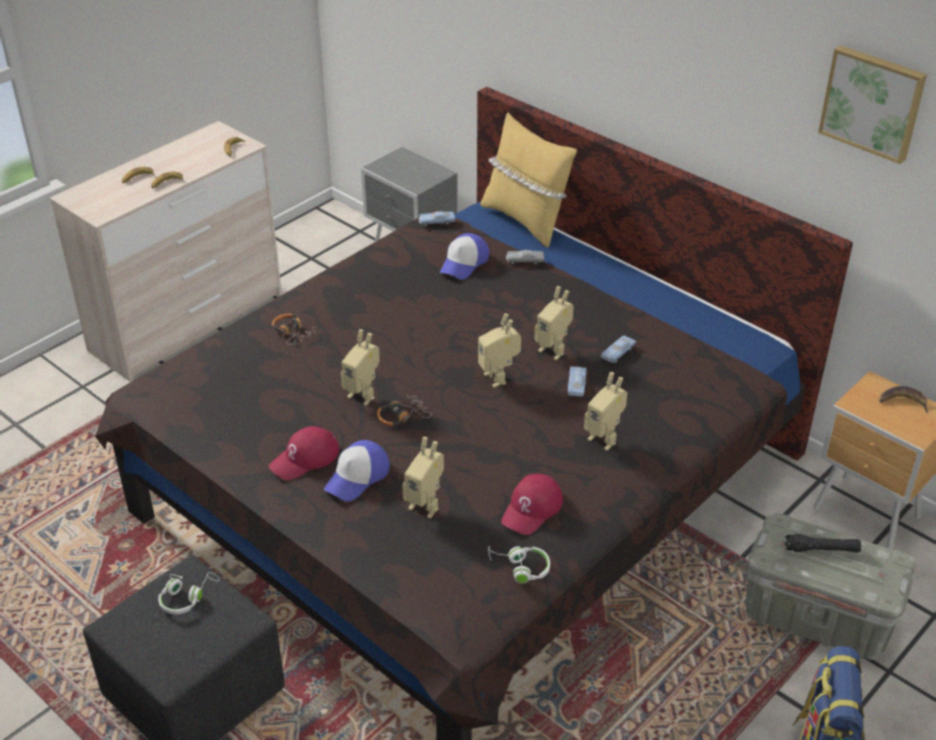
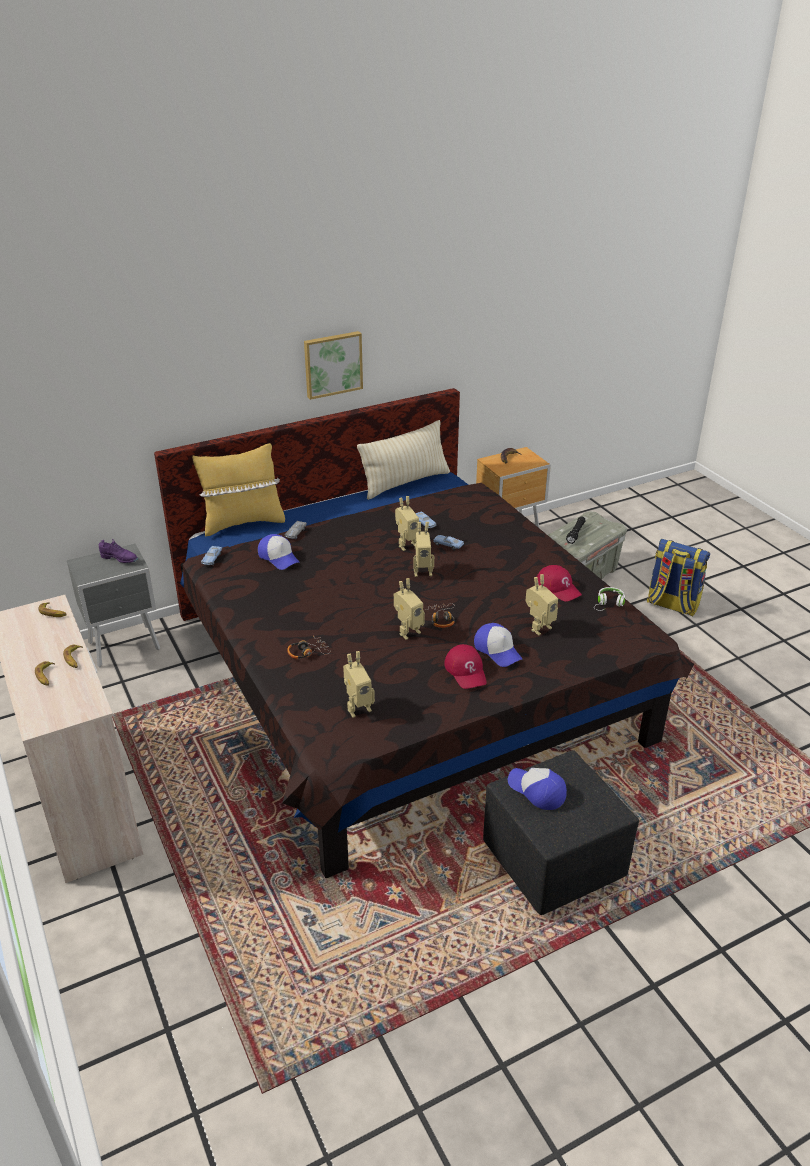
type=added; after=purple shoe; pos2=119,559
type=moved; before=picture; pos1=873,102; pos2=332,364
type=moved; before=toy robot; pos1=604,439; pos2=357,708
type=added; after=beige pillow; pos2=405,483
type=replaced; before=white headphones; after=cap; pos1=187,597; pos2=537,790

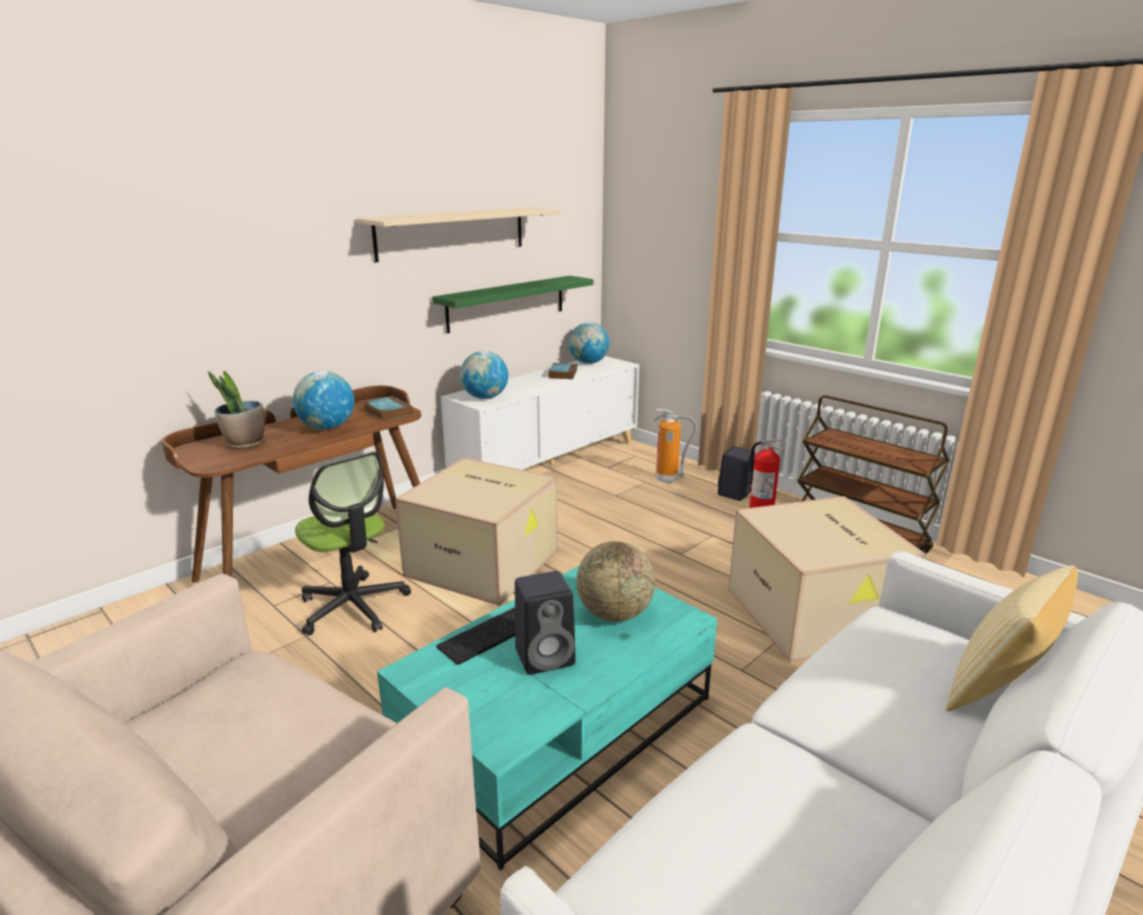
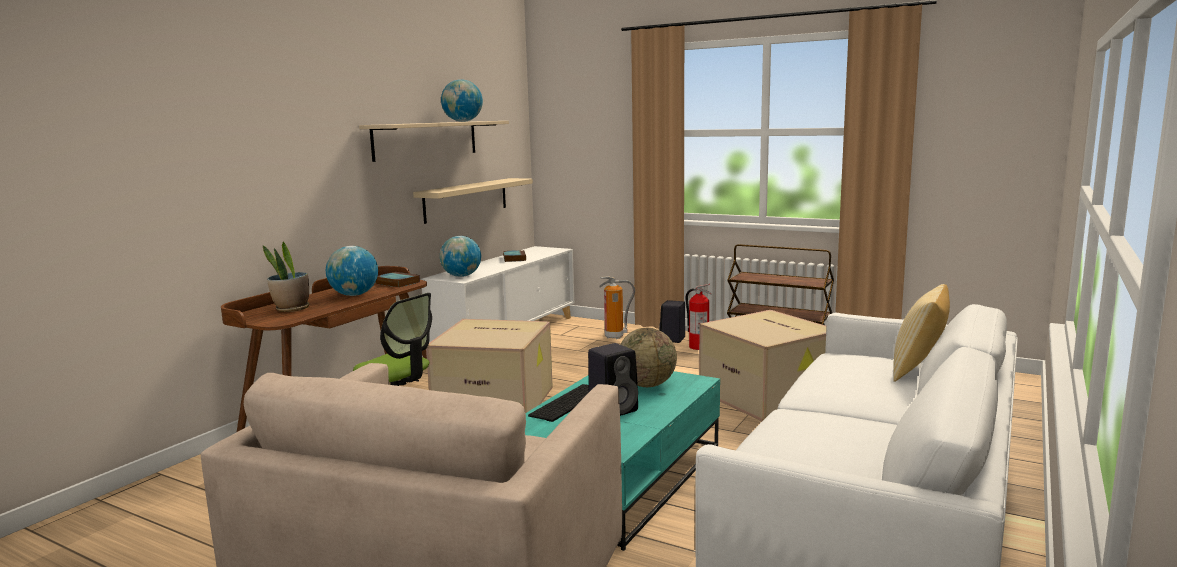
type=recoloured; before=green shelf; after=beige shelf; pos1=507,303; pos2=466,199
type=moved; before=globe; pos1=588,363; pos2=463,121

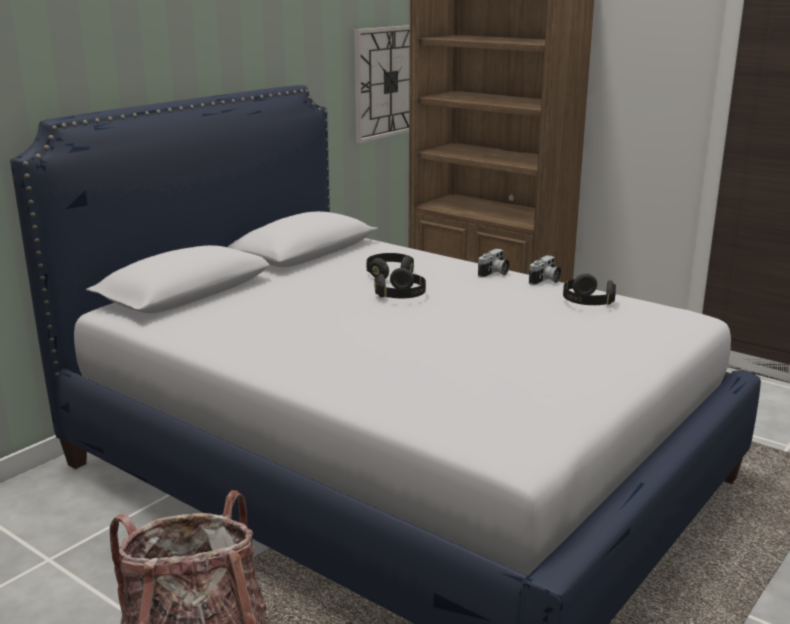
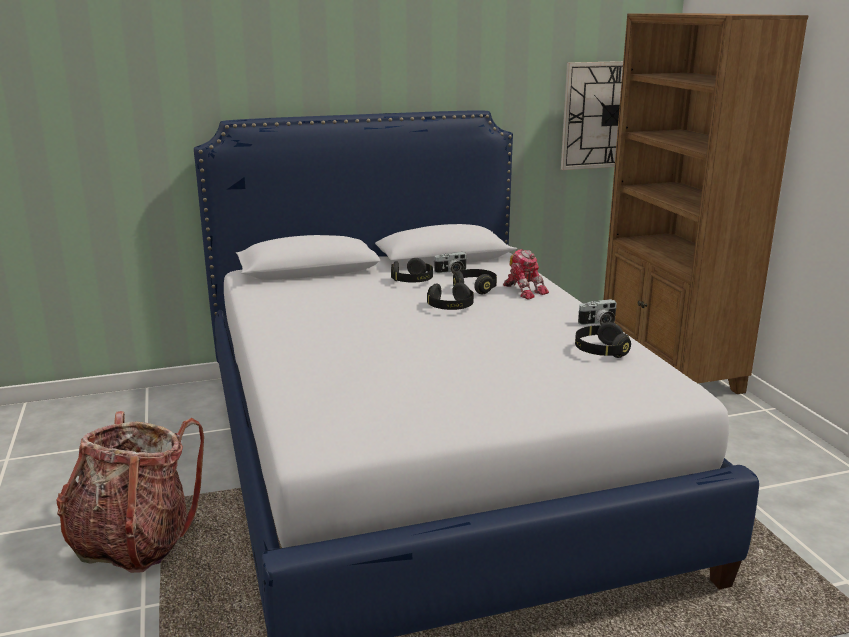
type=added; after=black headphones; pos2=412,281
type=moved; before=photo camera; pos1=494,273; pos2=451,272
type=added; after=toy robot; pos2=524,290

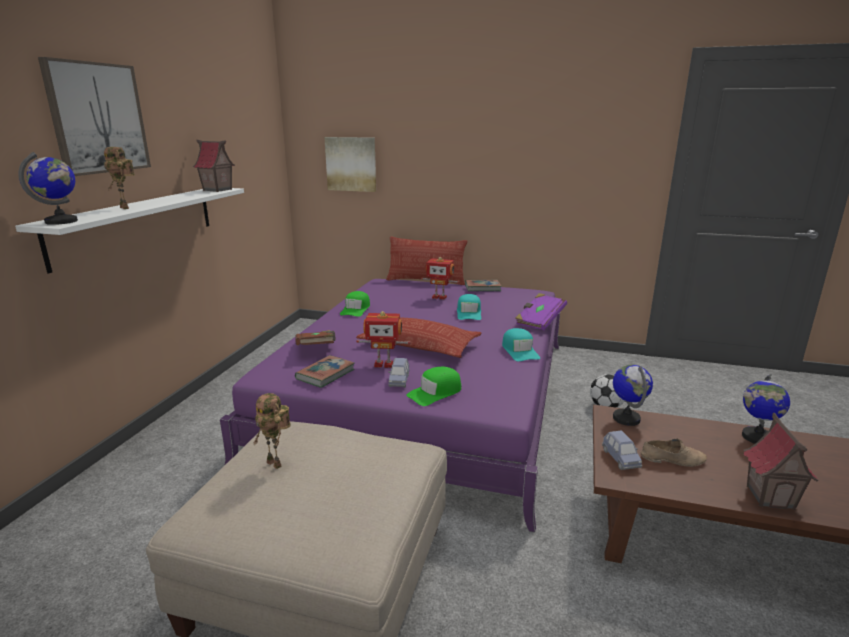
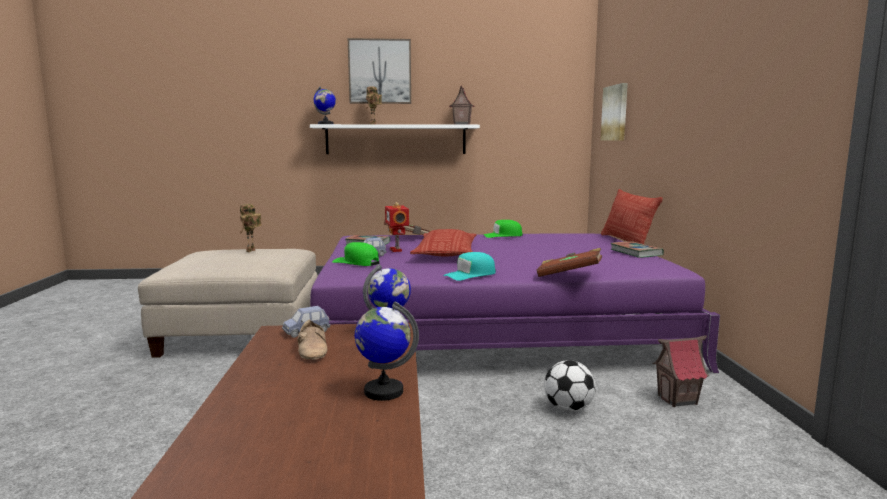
type=recoloured; before=purple book; after=brown book; pos1=539,321; pos2=569,275
type=moved; before=toy house; pos1=770,497; pos2=677,400
type=removed; before=toy robot; pos1=439,297
type=removed; before=turquoise cap; pos1=469,313

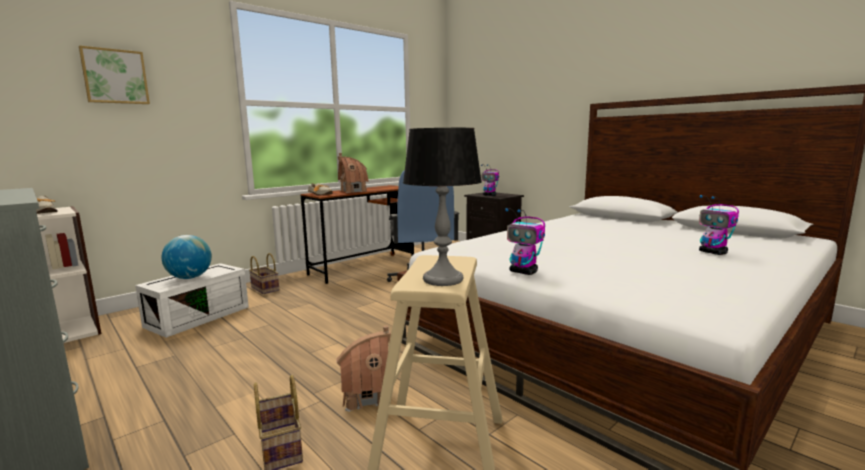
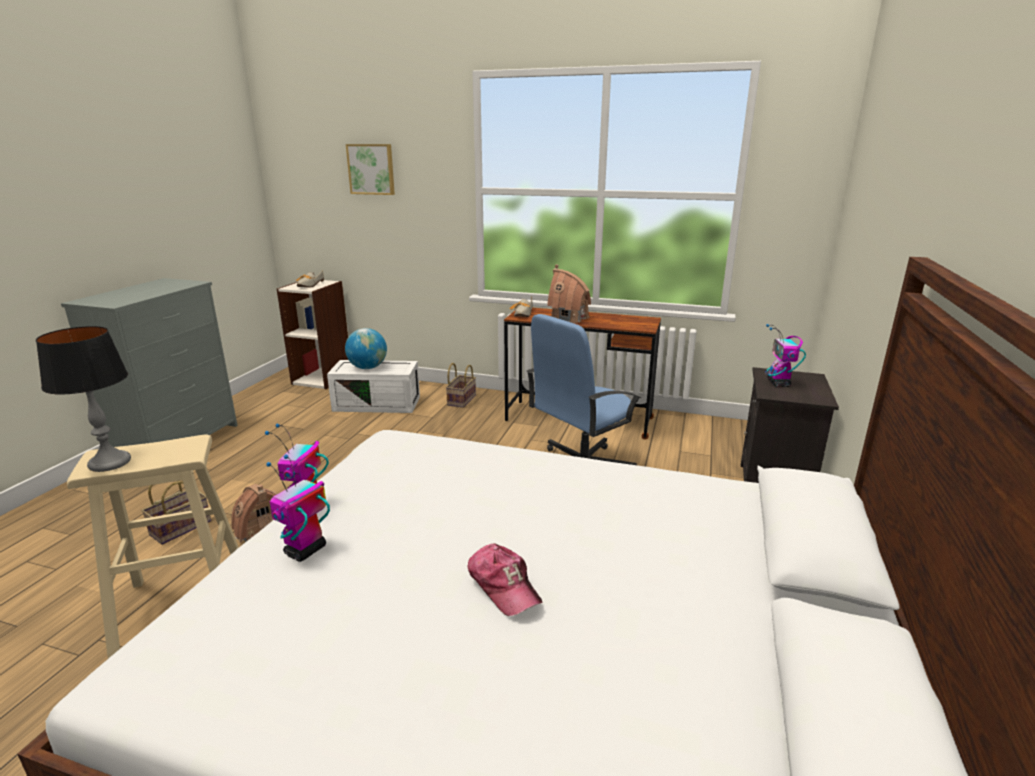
type=moved; before=toy robot; pos1=713,253; pos2=305,551
type=added; after=cap; pos2=503,585

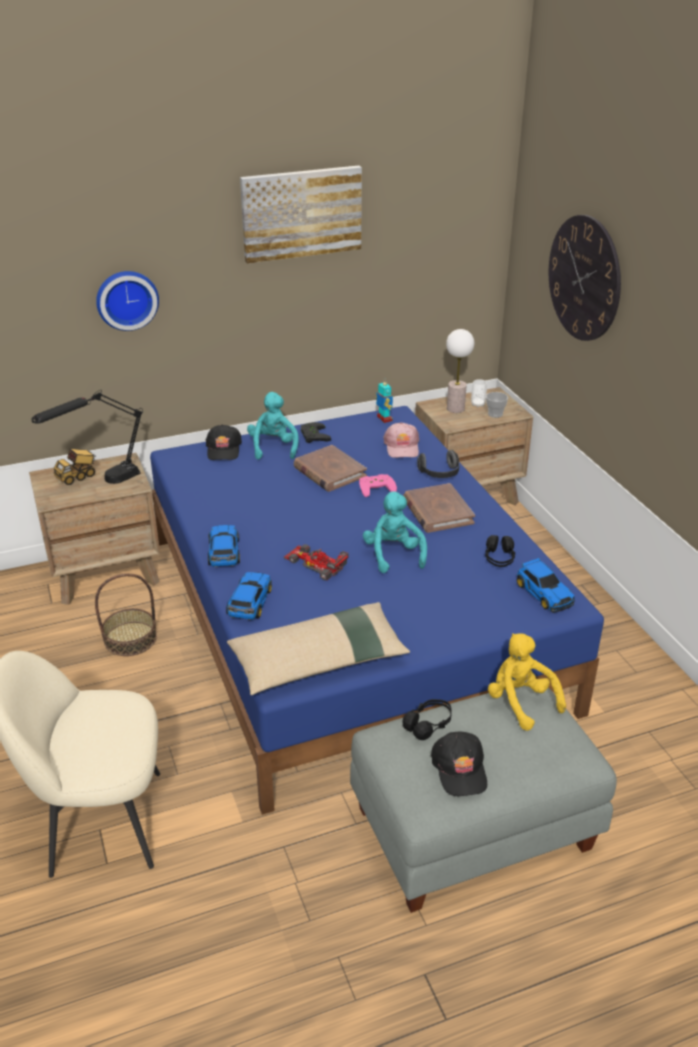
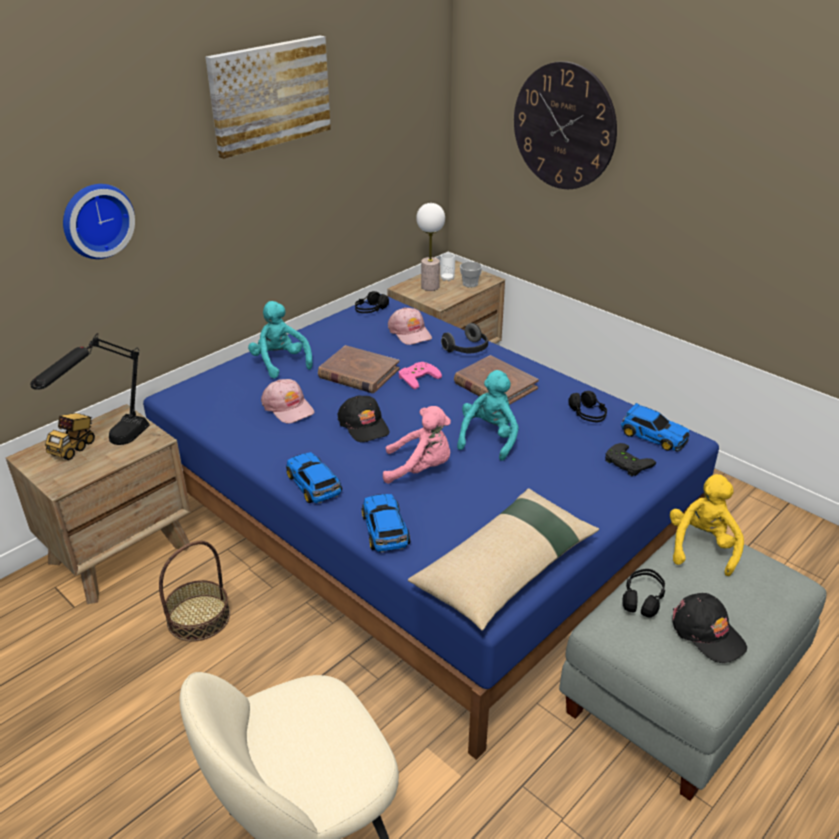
type=added; after=pink cap; pos2=288,407
type=moved; before=black cap; pos1=223,449; pos2=364,425
type=replaced; before=toy robot; after=black headphones; pos1=384,419; pos2=370,310
type=replaced; before=toy car; after=pink plush toy; pos1=316,563; pos2=420,469
type=turned; before=turquoise plush toy; pos1=393,554; pos2=489,438; turn=60
type=moved; before=black game controller; pos1=312,435; pos2=626,463
type=turned; before=yellow plush toy; pos1=520,702; pos2=701,547; turn=75

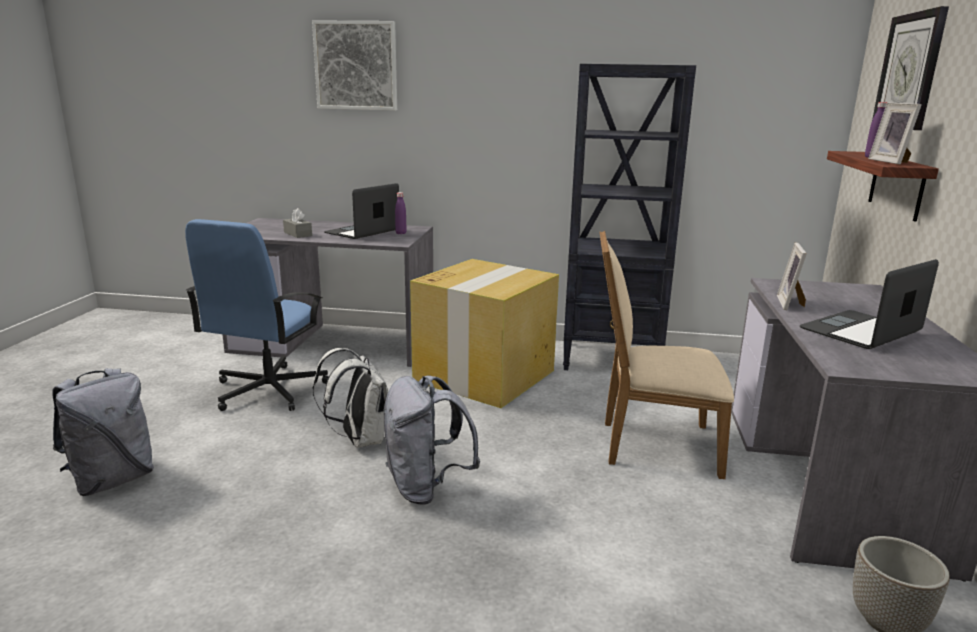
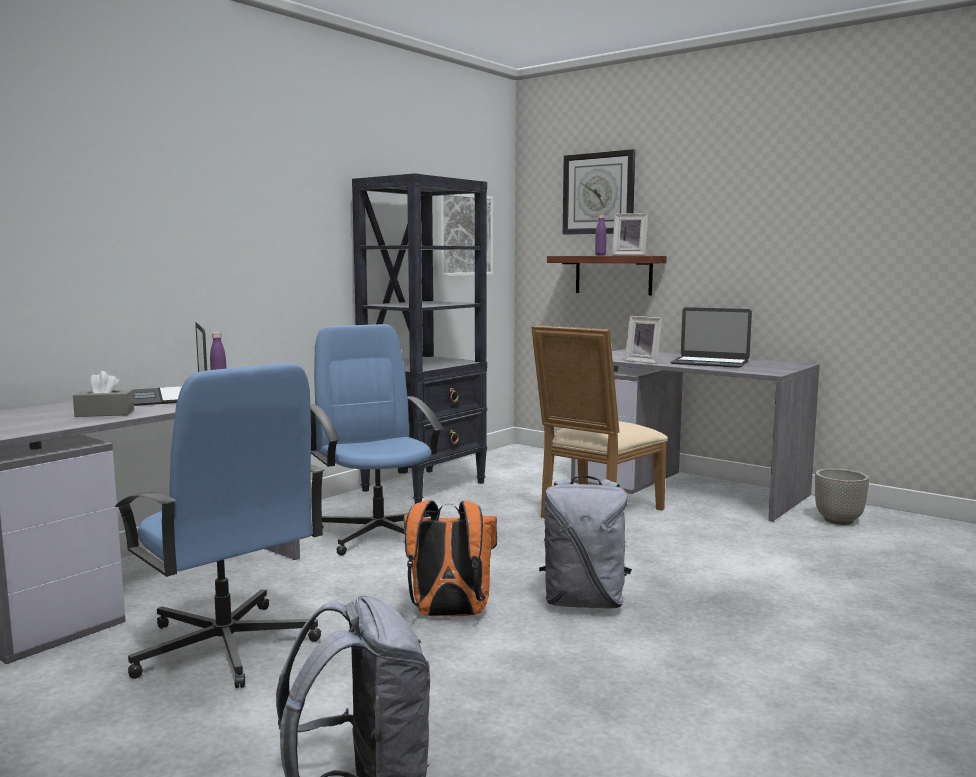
type=replaced; before=cardboard box; after=blue office chair; pos1=485,375; pos2=379,533
type=recoloured; before=white backpack; after=orange backpack; pos1=359,439; pos2=448,614
type=moved; before=picture; pos1=356,66; pos2=463,235
type=turned; before=laptop; pos1=860,330; pos2=710,363; turn=-60

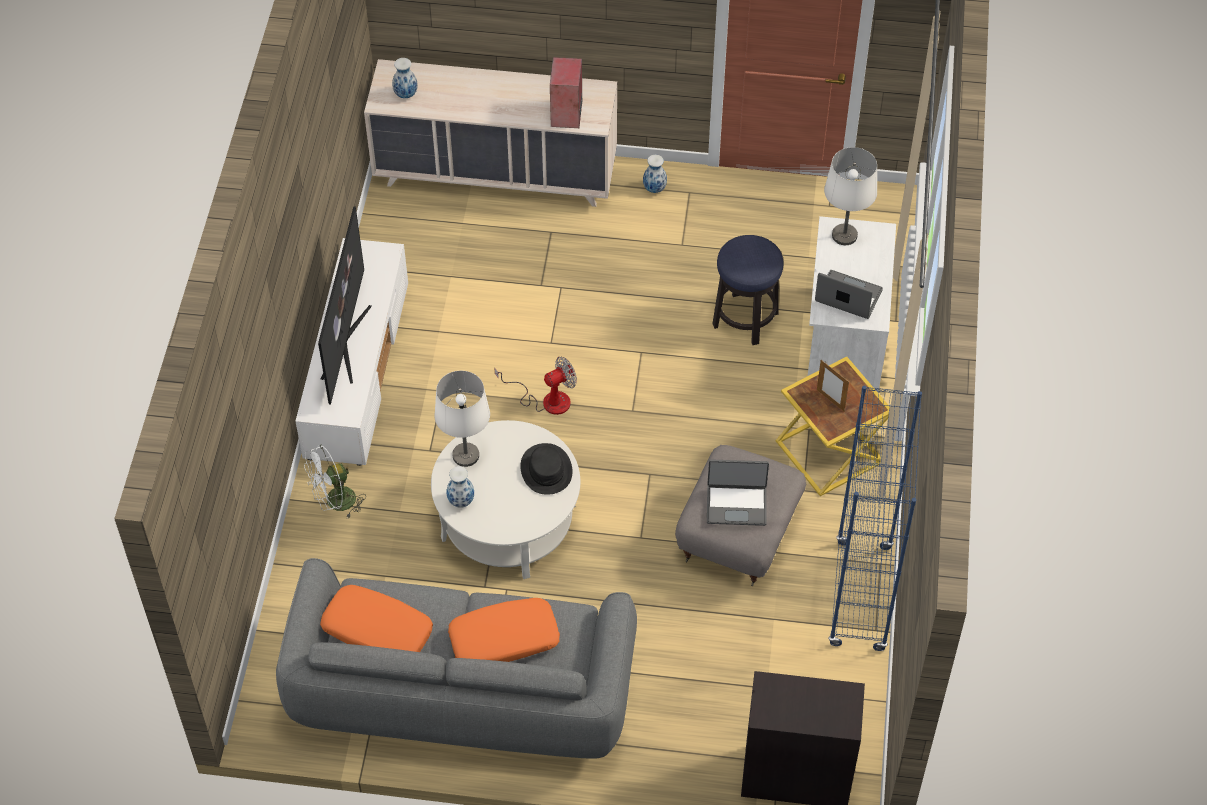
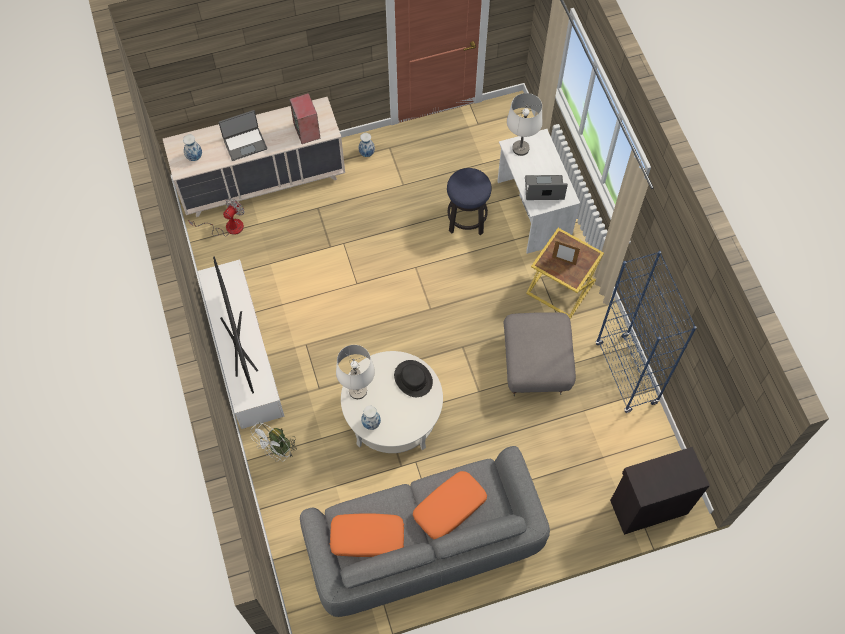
type=moved; before=fan; pos1=546,400; pos2=227,227
type=moved; before=laptop; pos1=736,504; pos2=245,143

